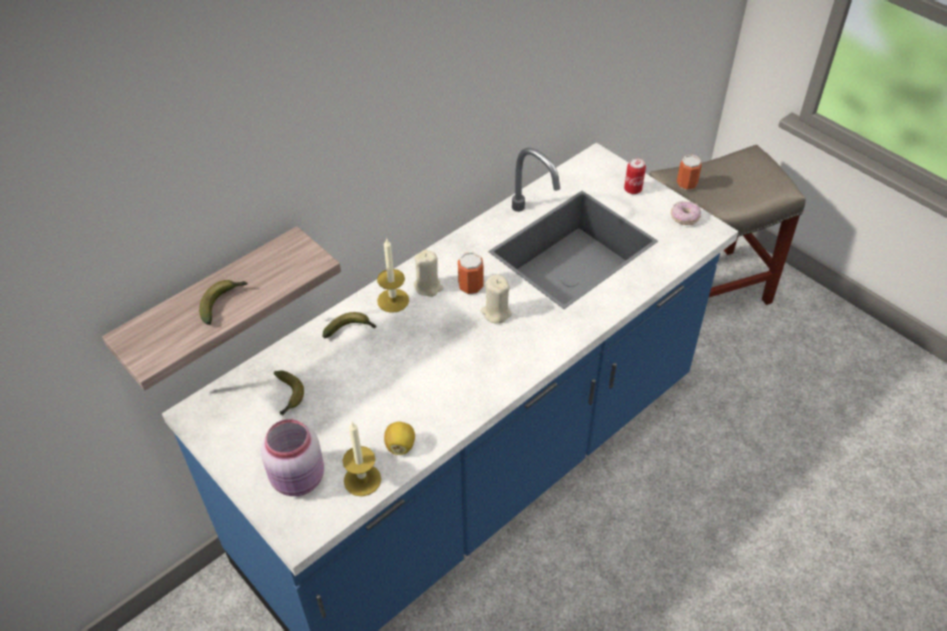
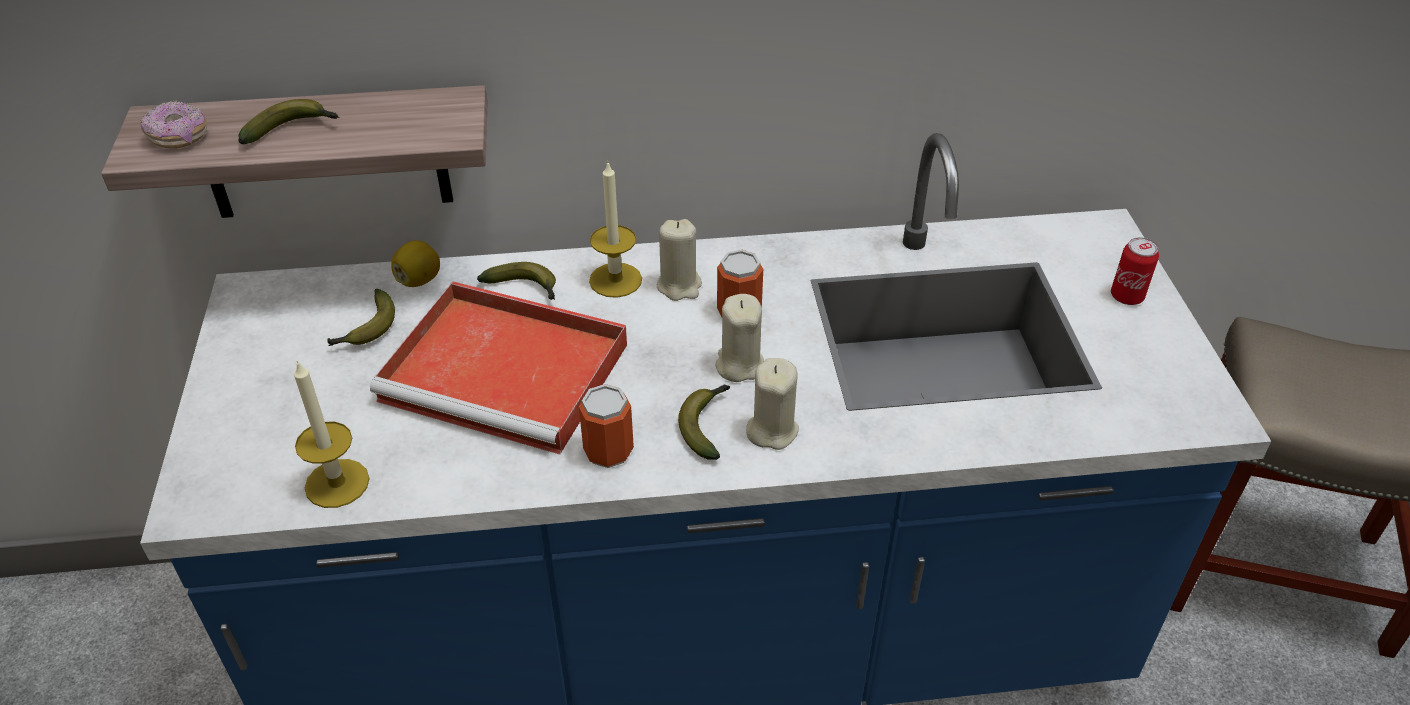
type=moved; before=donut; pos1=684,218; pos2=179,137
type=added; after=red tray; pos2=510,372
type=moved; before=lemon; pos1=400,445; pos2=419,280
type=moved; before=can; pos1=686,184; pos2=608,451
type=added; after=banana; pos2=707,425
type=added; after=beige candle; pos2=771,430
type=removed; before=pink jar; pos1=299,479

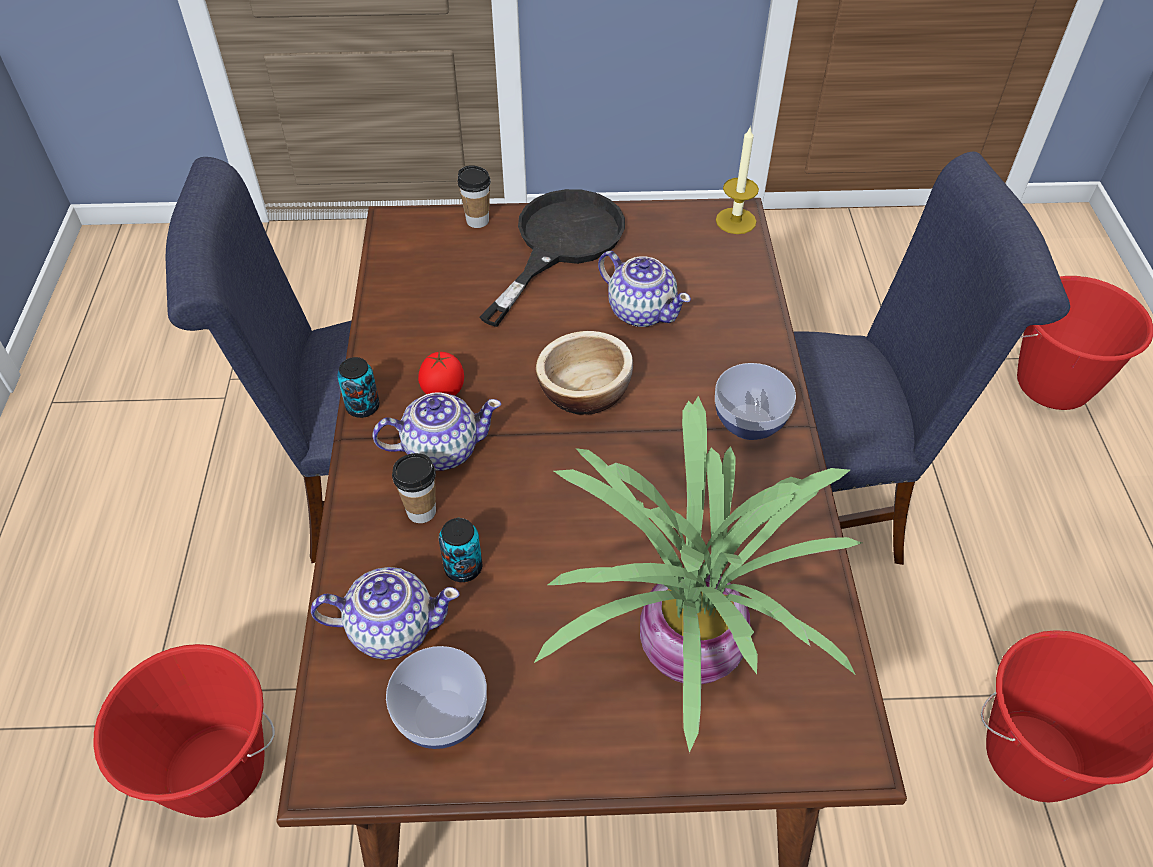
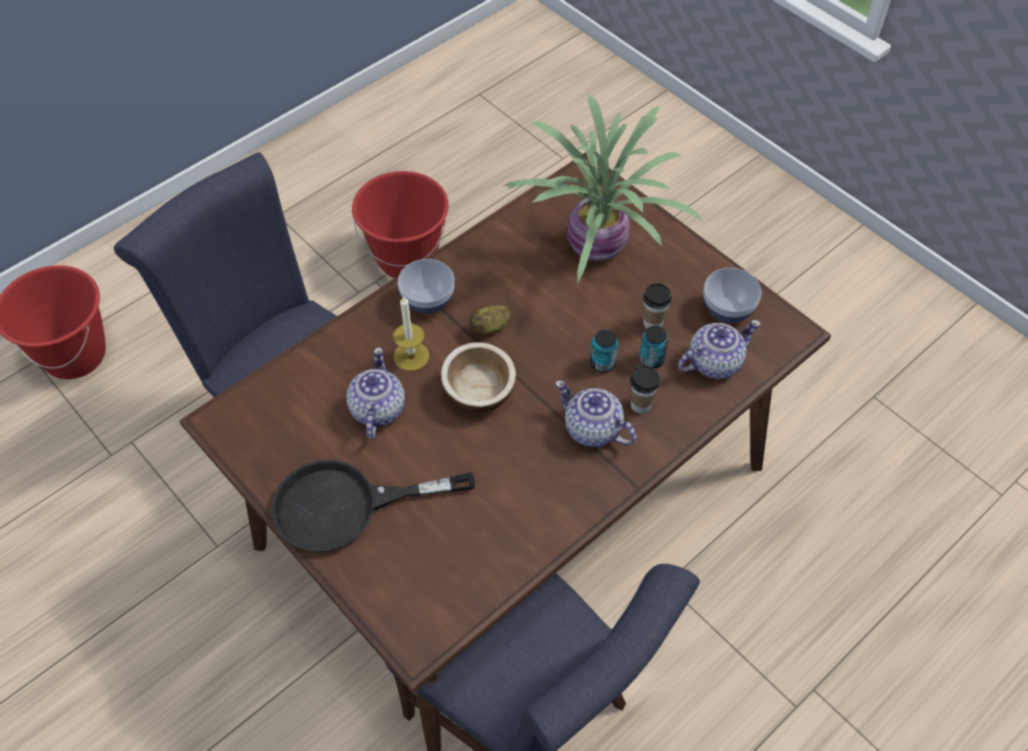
type=moved; before=candle; pos1=735,221; pos2=411,356
type=added; after=potato; pos2=490,327
type=moved; before=can; pos1=363,407; pos2=602,363
type=moved; before=cup; pos1=477,221; pos2=653,323
type=turned; before=teapot; pos1=391,628; pos2=713,363; turn=105
type=removed; before=red bucket; pos1=216,771
type=removed; before=tomato; pos1=443,392

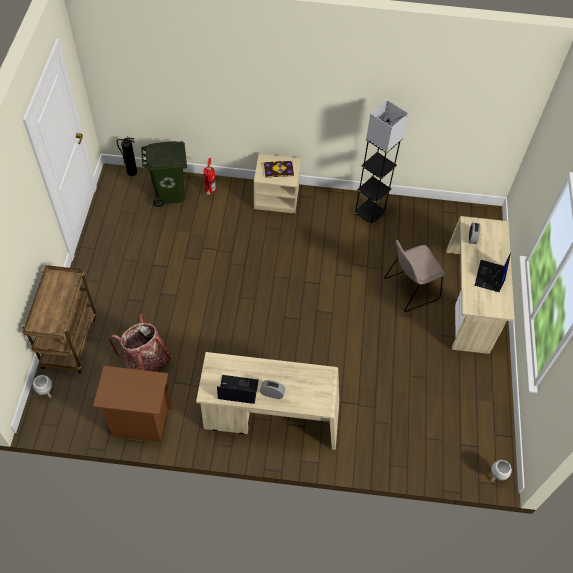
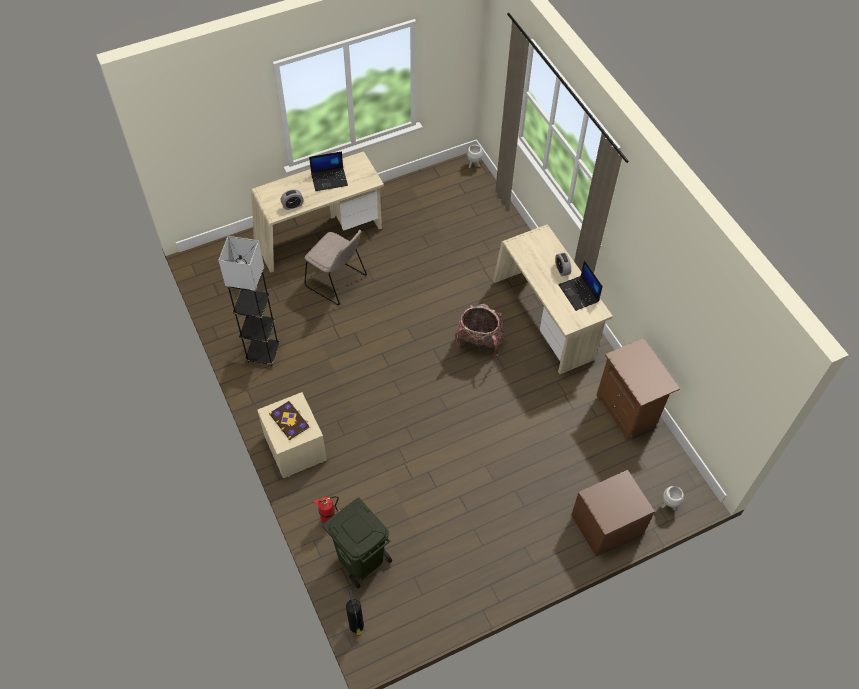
type=moved; before=backpack; pos1=146,361; pos2=479,341
type=replaced; before=brown cart; after=brown nightstand; pos1=69,340; pos2=606,525

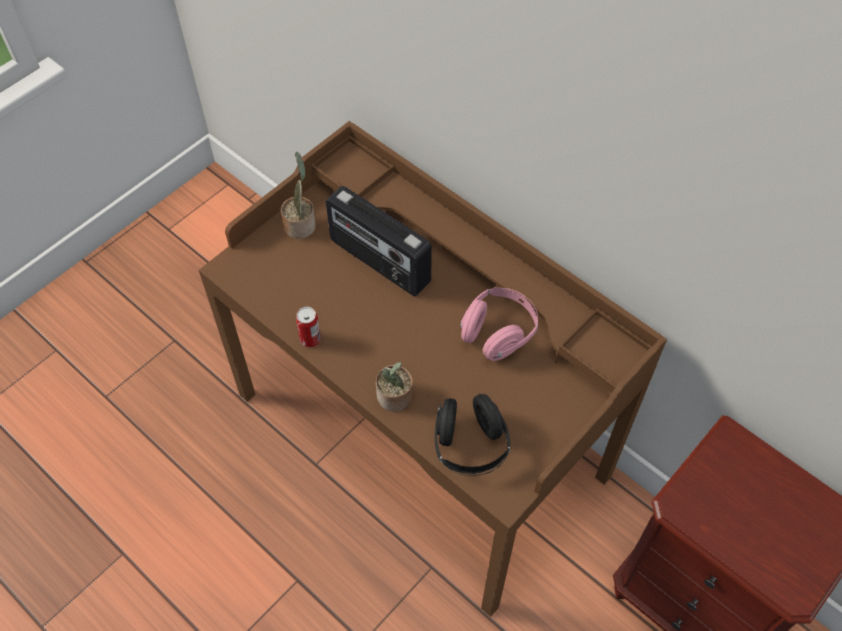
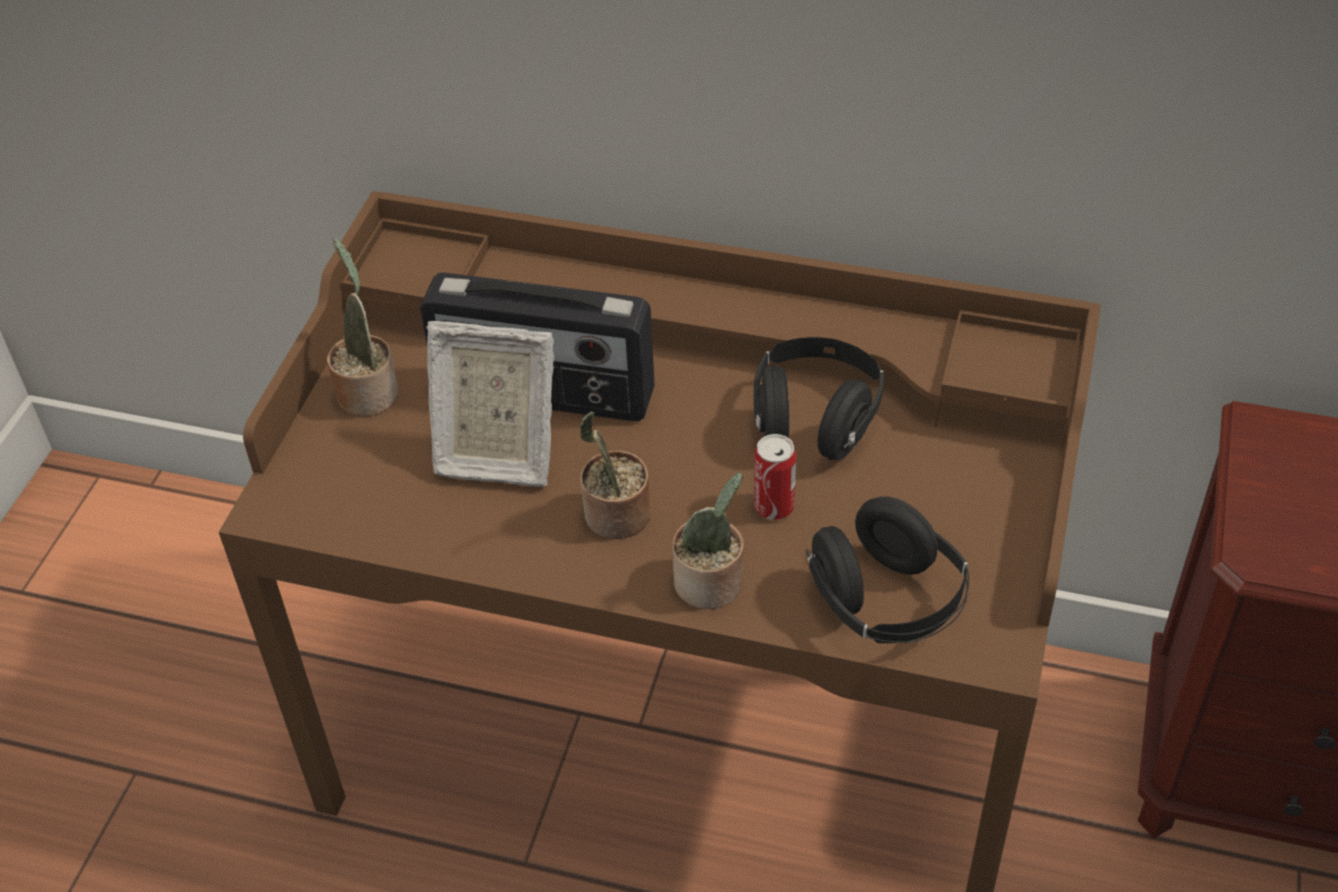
type=added; after=picture frame; pos2=495,454
type=added; after=potted plant; pos2=615,518
type=recoloured; before=pink headphones; after=black headphones; pos1=498,333; pos2=815,420
type=moved; before=can; pos1=310,339; pos2=774,506

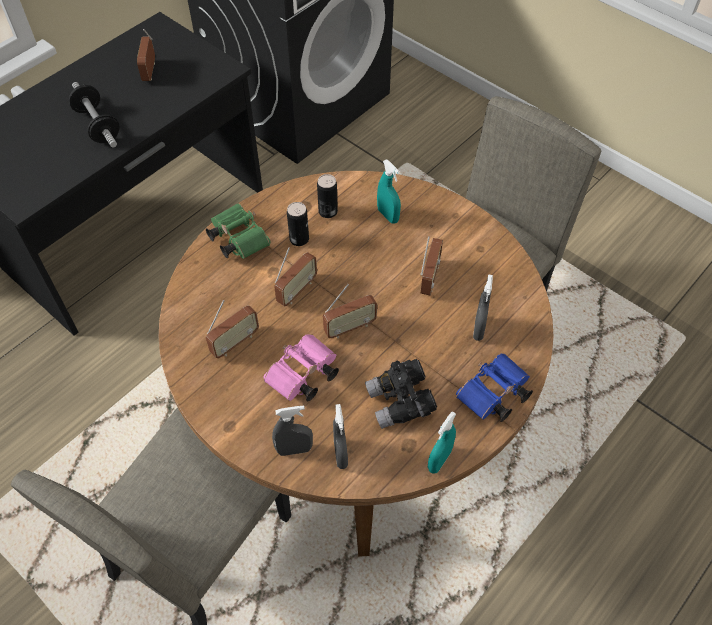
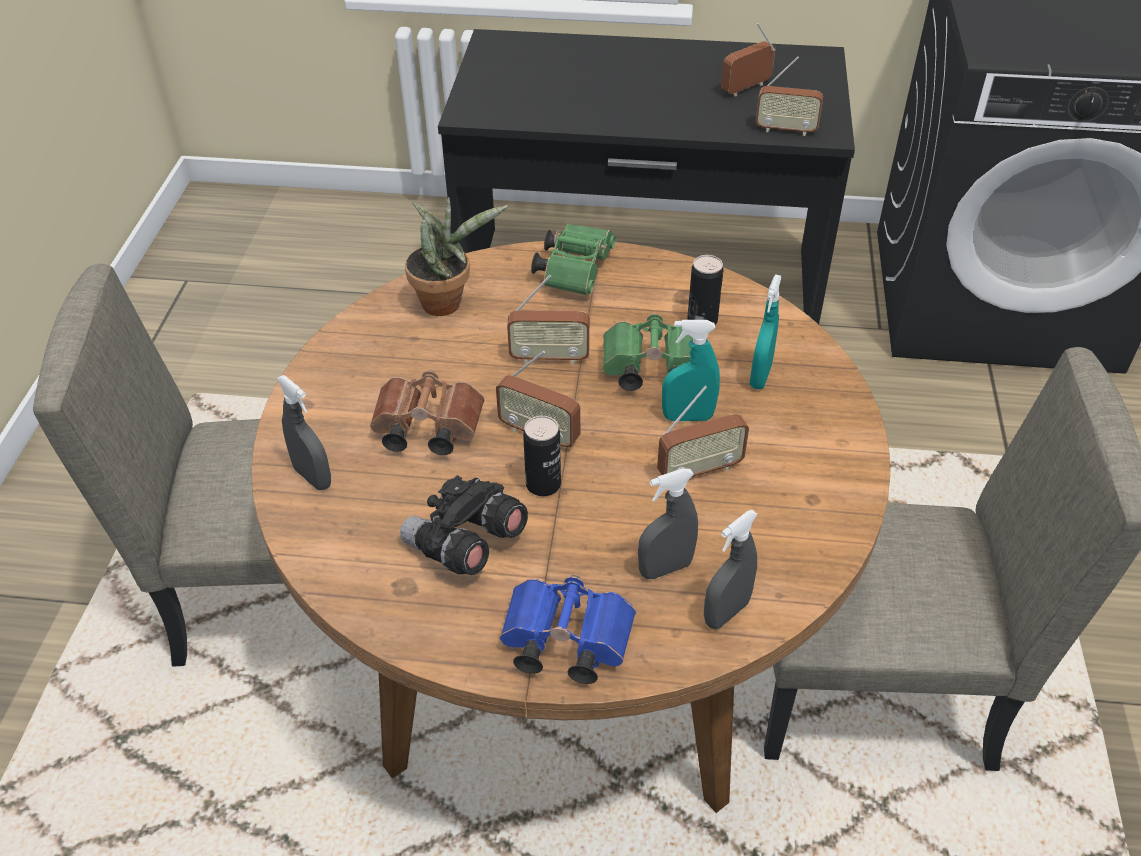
type=recoloured; before=pink binoculars; after=brown binoculars; pos1=302,377; pos2=424,429
type=added; after=potted plant; pos2=447,302
type=moved; before=can; pos1=299,239; pos2=543,484
type=added; after=green binoculars; pos2=649,370
type=moved; before=turquoise spray bottle; pos1=439,460; pos2=687,417
type=moved; before=grey spray bottle; pos1=340,454; pos2=726,612
type=moved; before=radio; pos1=235,342; pos2=786,130
type=removed; before=dumbbell; pos1=98,125

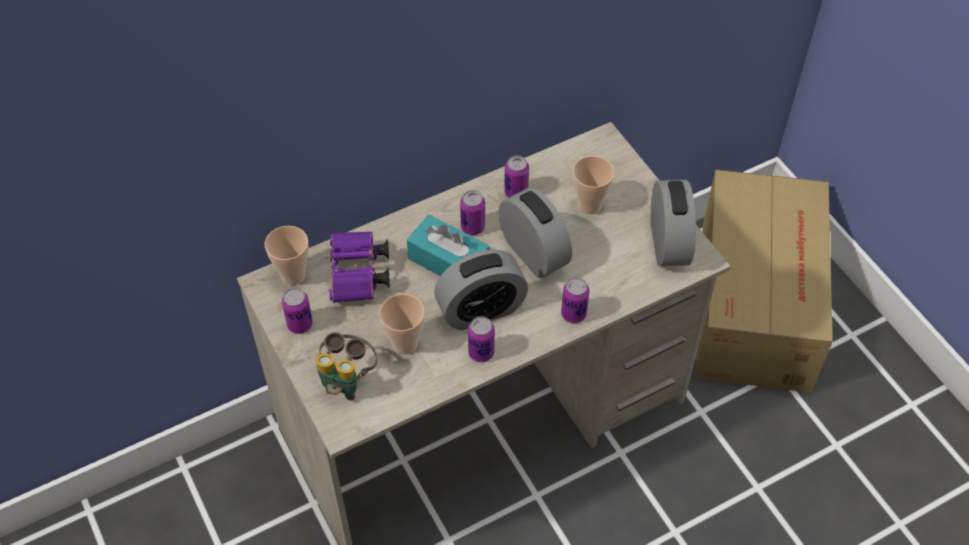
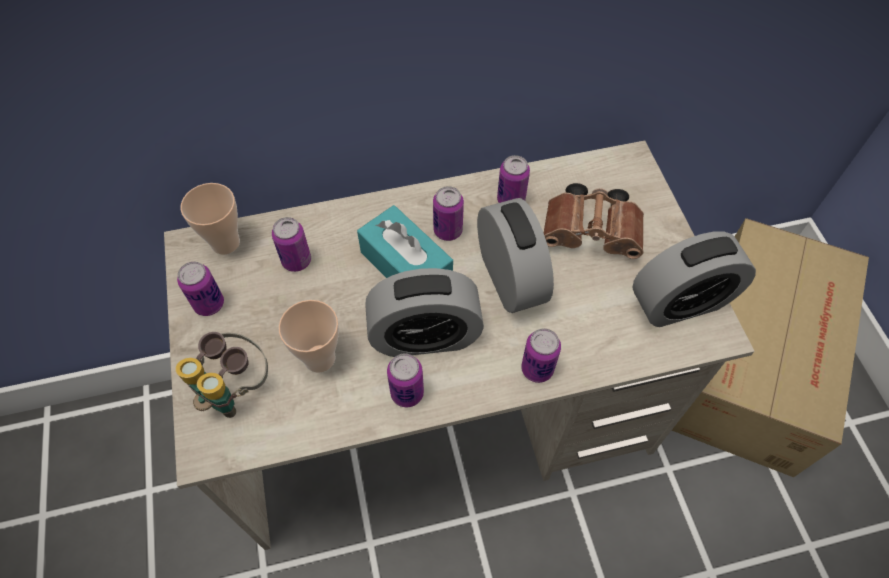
type=replaced; before=purple binoculars; after=can; pos1=358,276; pos2=296,261
type=replaced; before=cup; after=brown binoculars; pos1=589,205; pos2=594,234
type=turned; before=alarm clock; pos1=668,243; pos2=680,303; turn=60

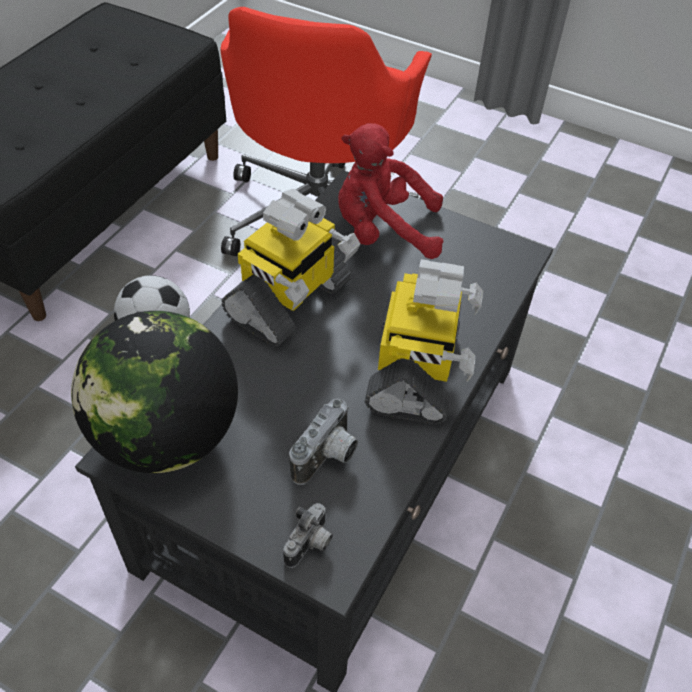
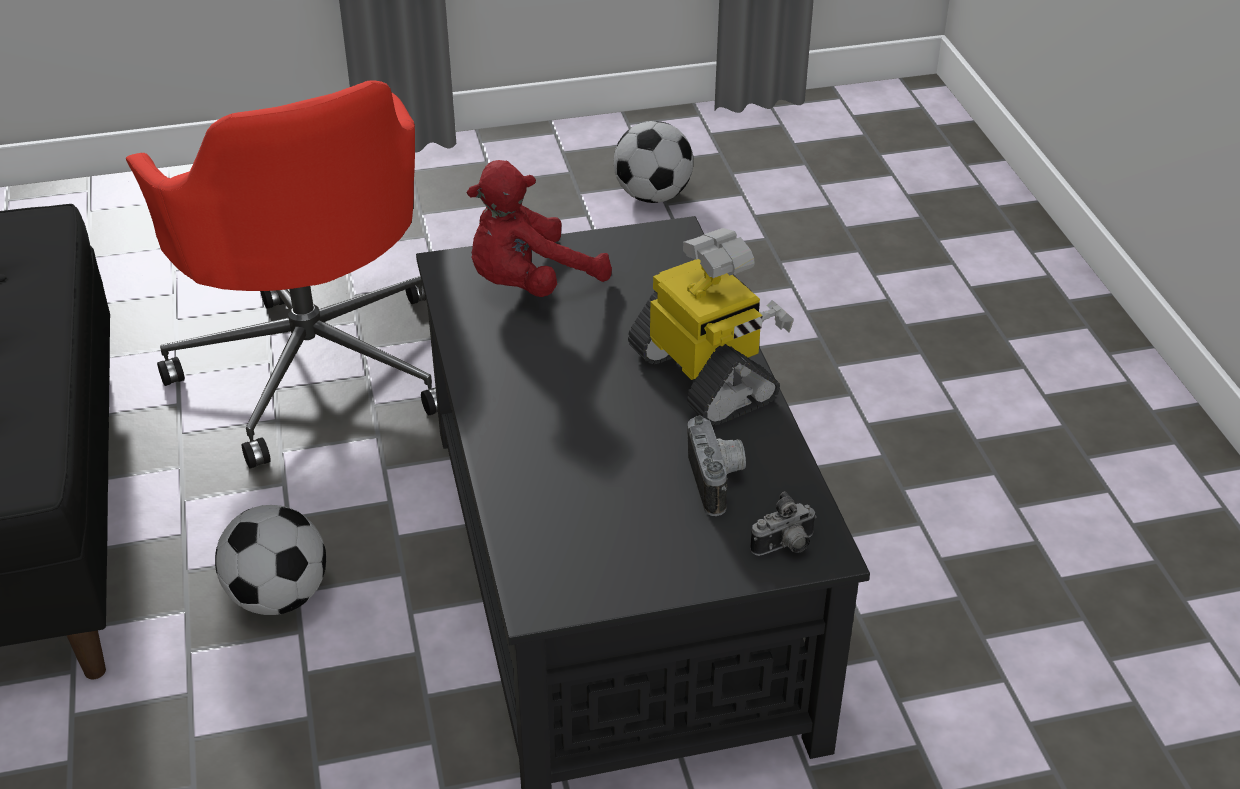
type=added; after=football; pos2=653,196
type=turned; before=photo camera; pos1=310,545; pos2=785,547; turn=75
type=removed; before=globe; pos1=167,436
type=removed; before=toy robot; pos1=289,301

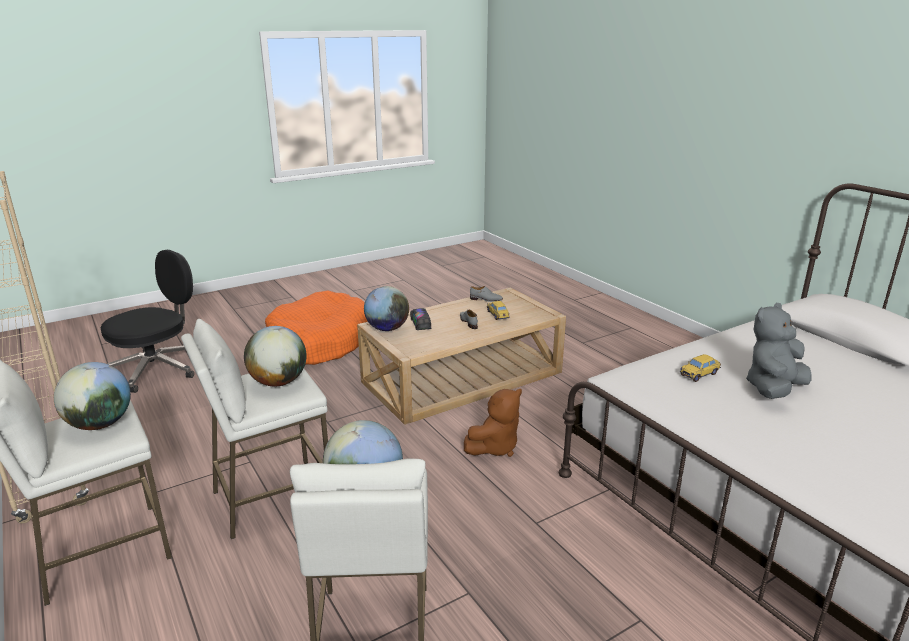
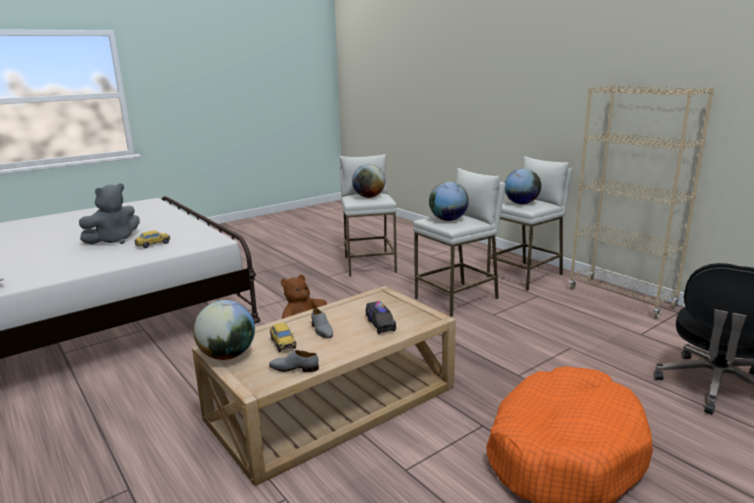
type=moved; before=globe; pos1=387,329; pos2=227,355

